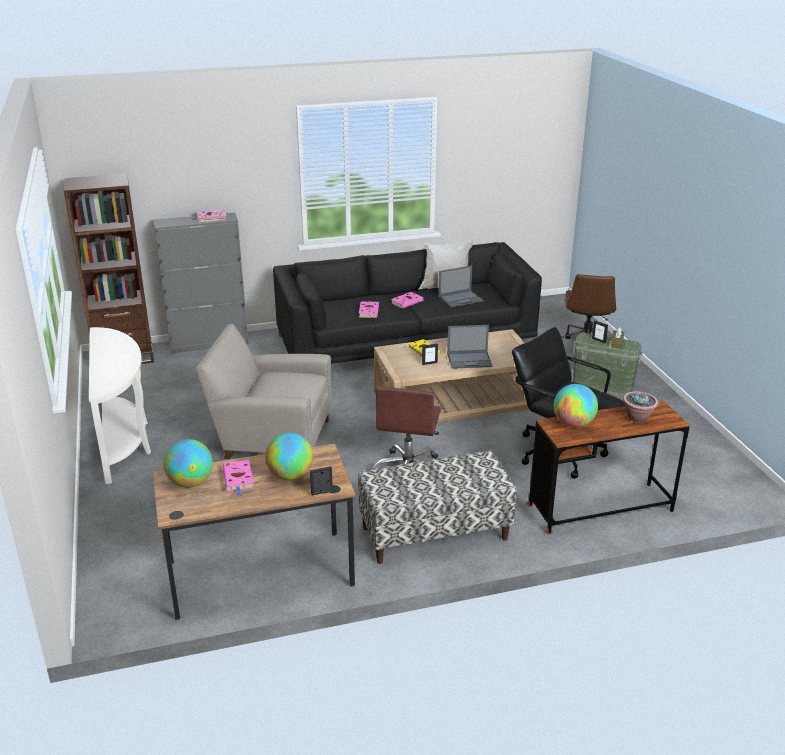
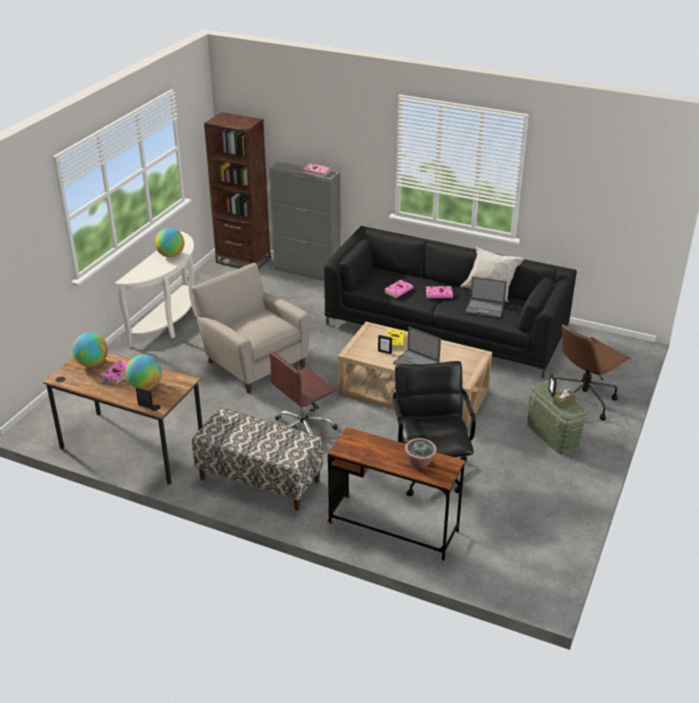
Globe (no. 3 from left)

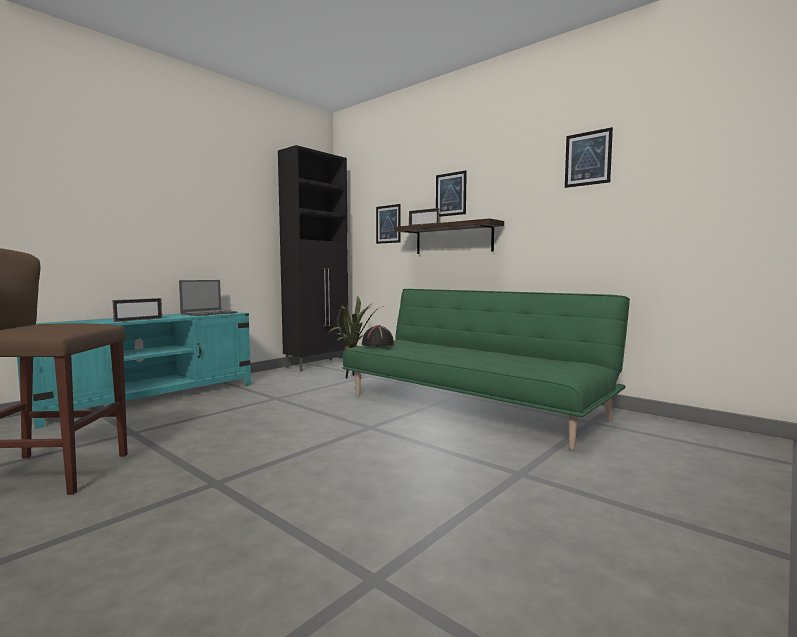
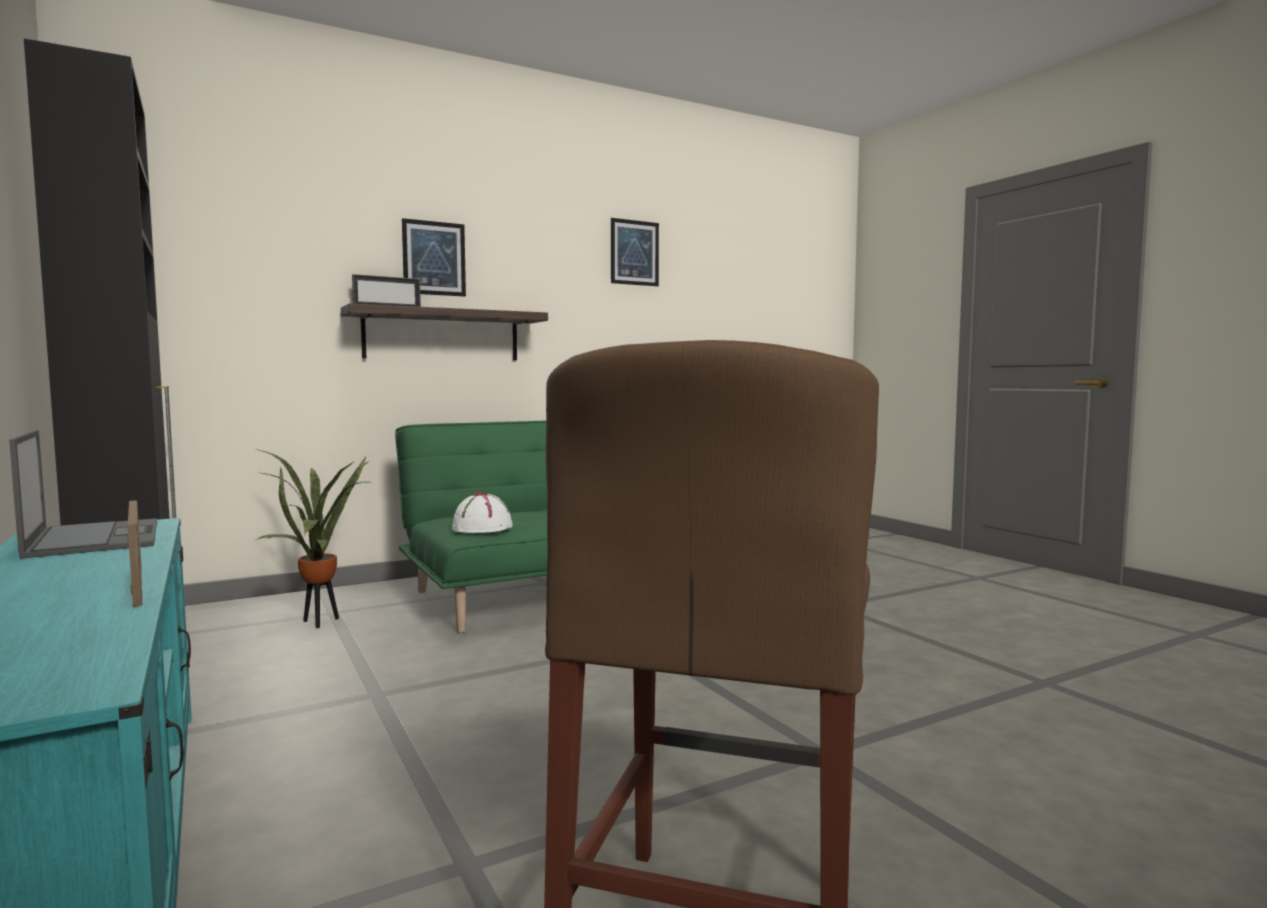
Picture (no. 1 from left in the first image)
WhiteHat

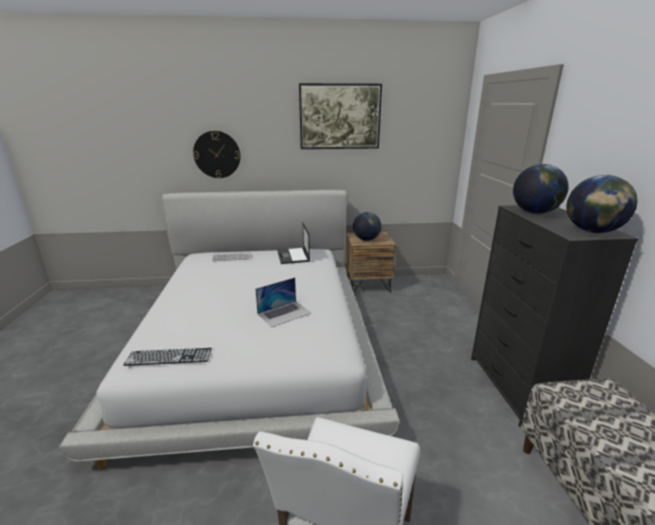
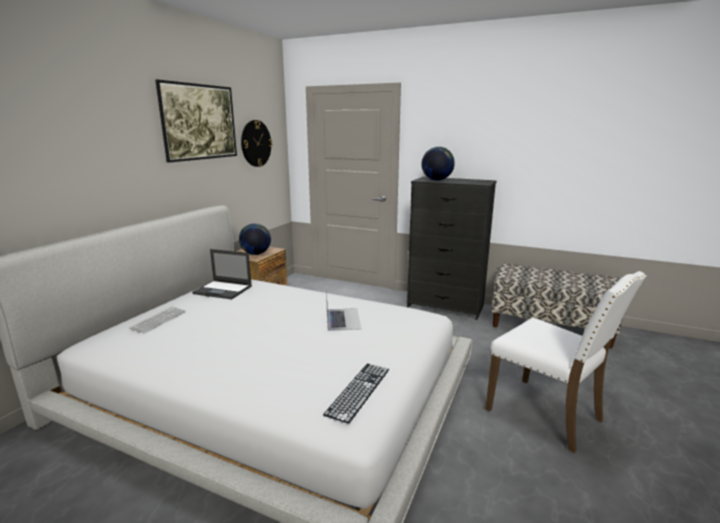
Globe (no. 3 from left in the first image)
WallClock

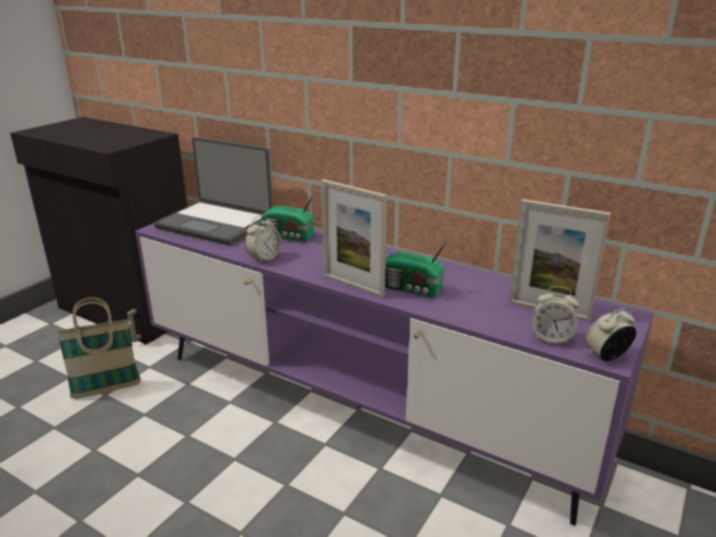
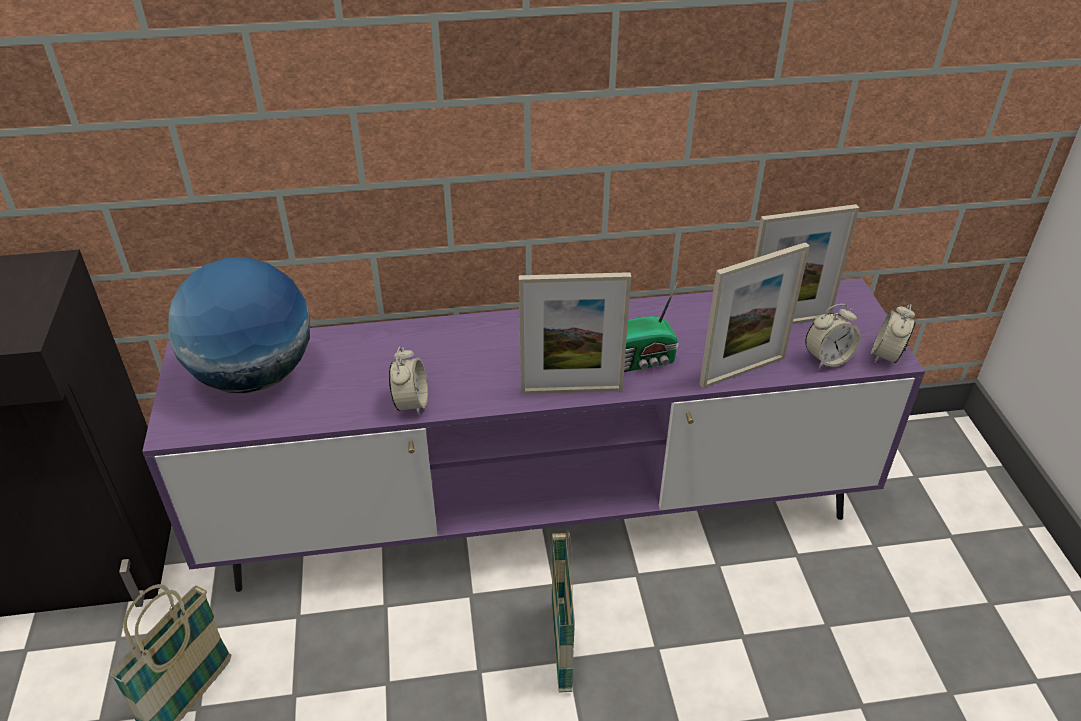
Radio (no. 1 from left in the first image)
Basket (no. 2 from left)
PictureFrame (no. 2 from left)
Globe

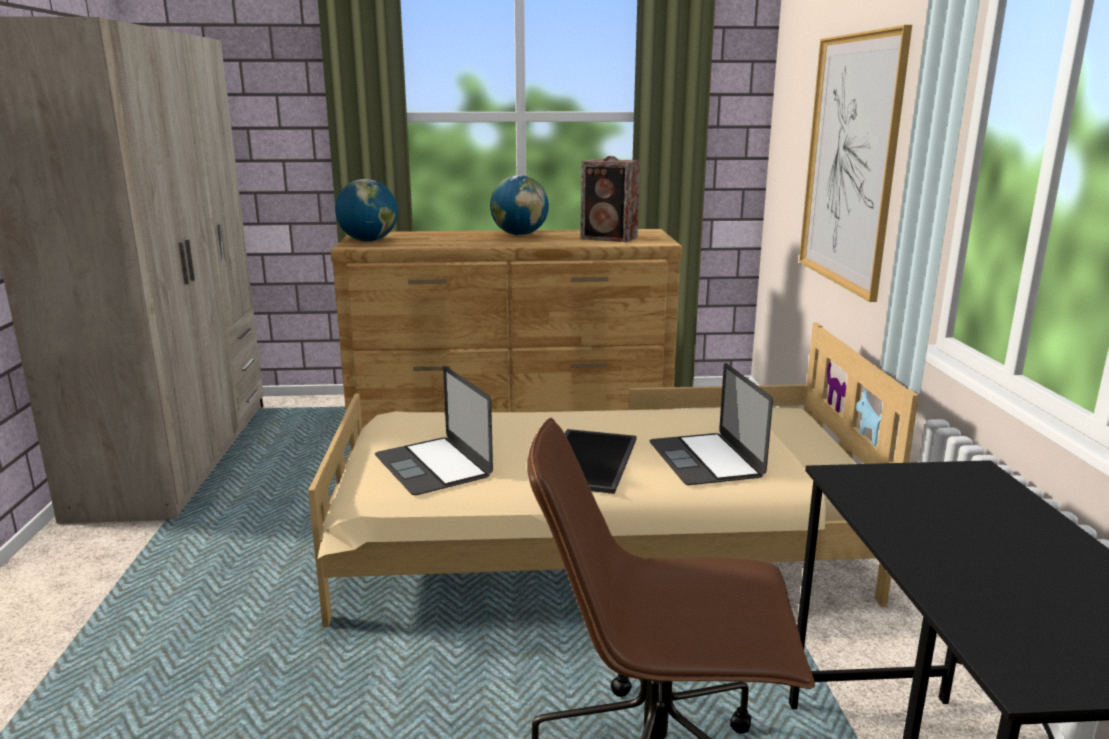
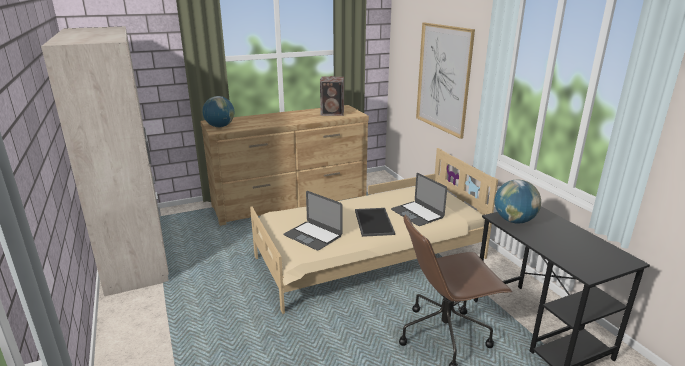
Globe (no. 2 from left)

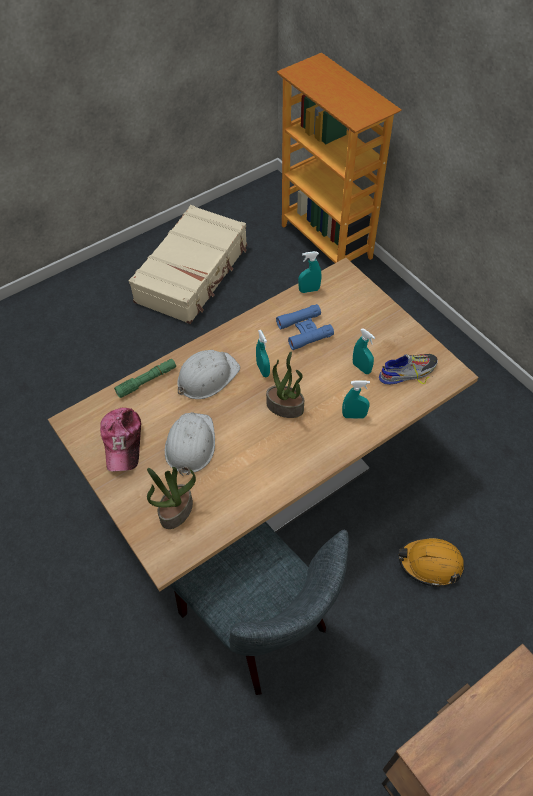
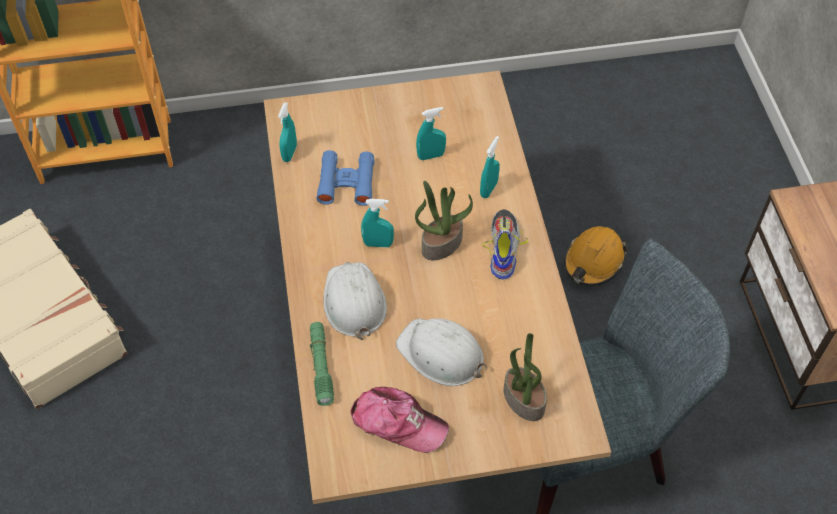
Shoe

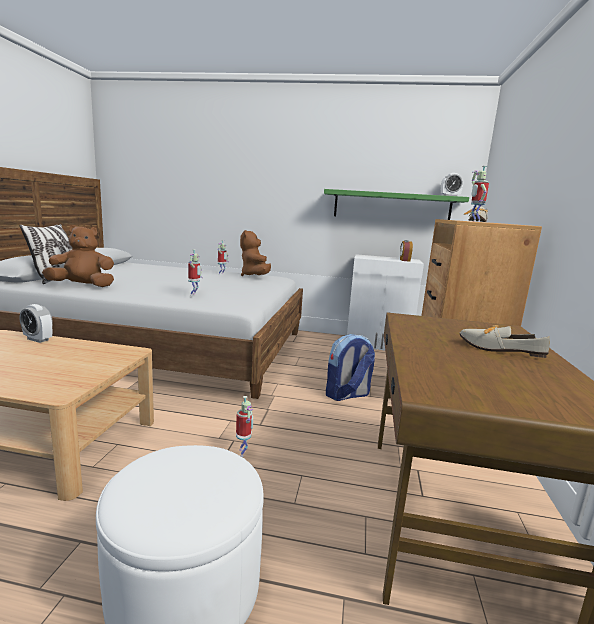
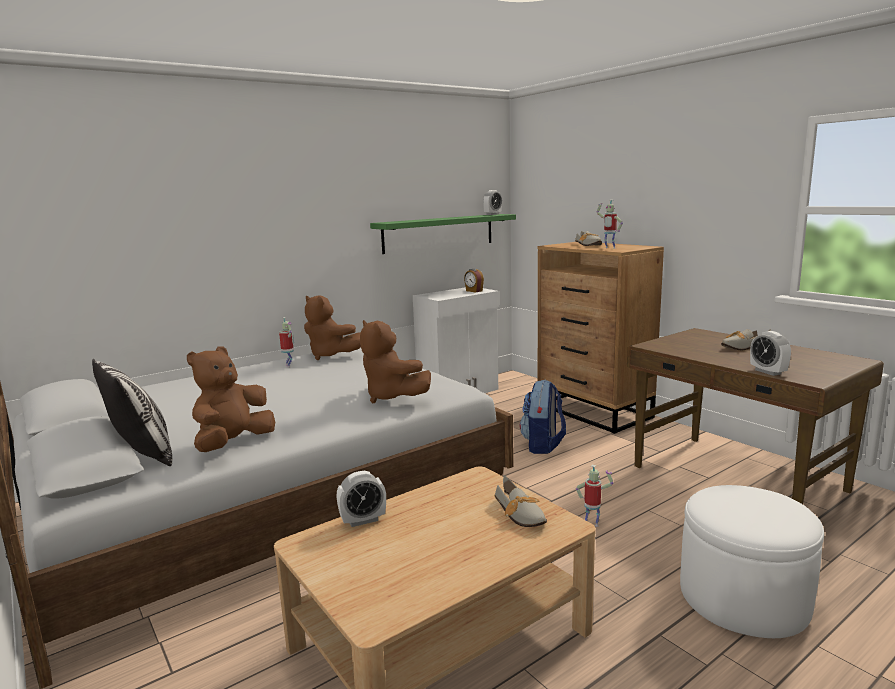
Shoe (no. 1 from left)
AlarmClock (no. 4 from left)
BrownPlushToy (no. 3 from left)

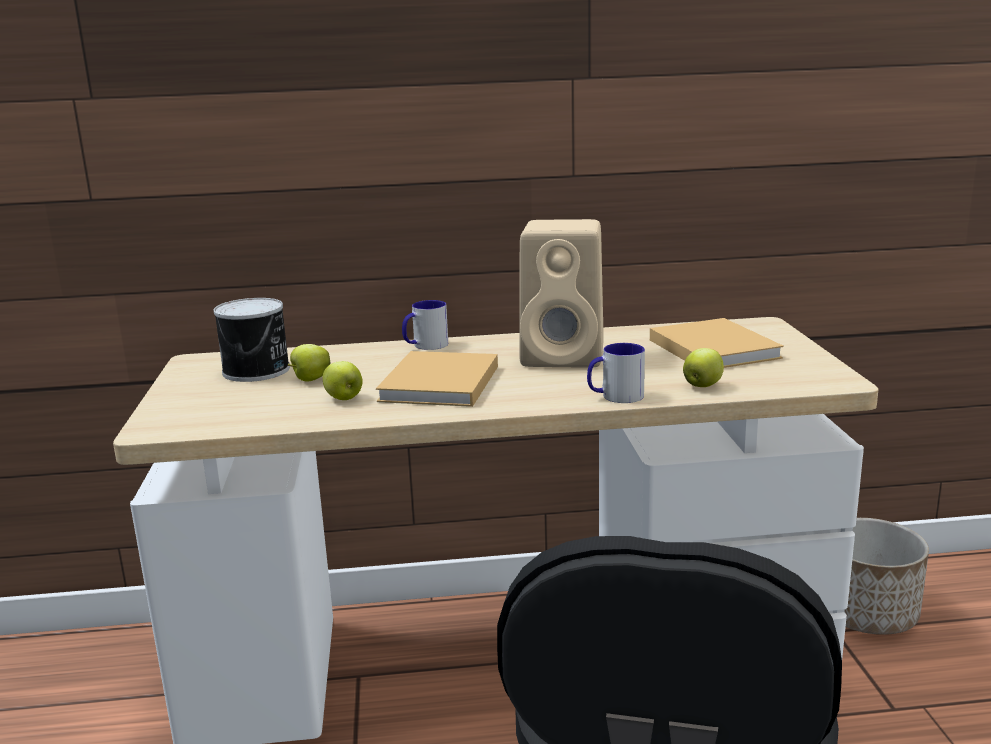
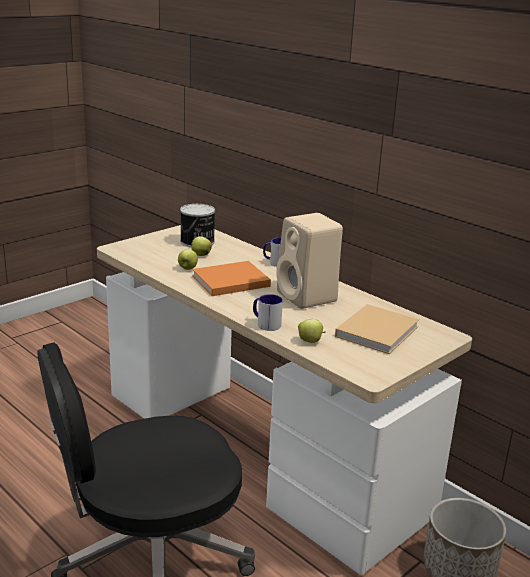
OrangeBook

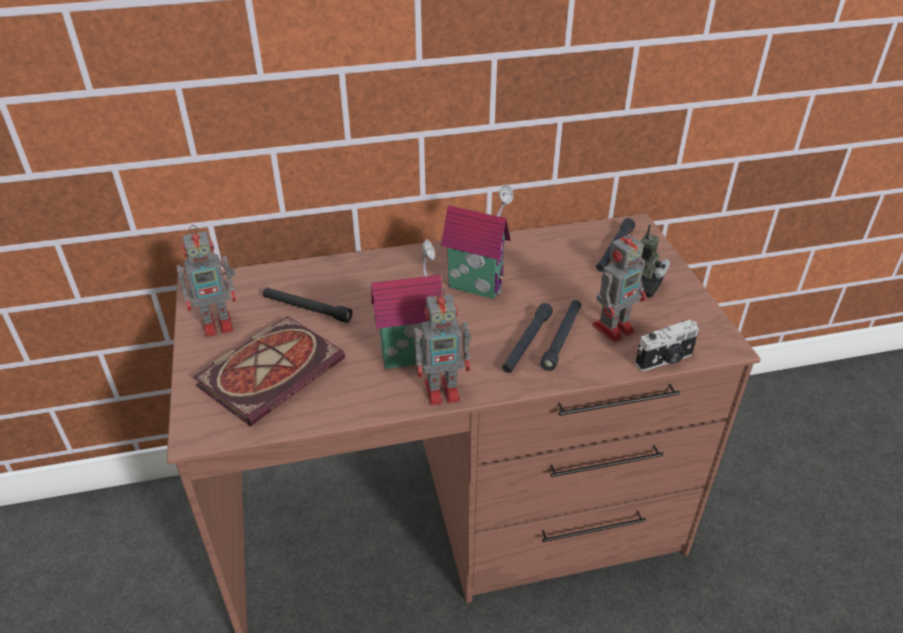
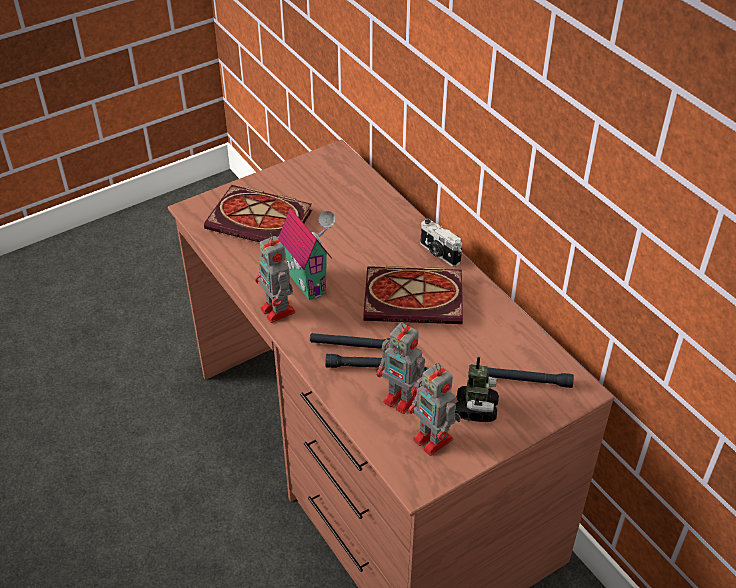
BlackFlashlight (no. 1 from left in the first image)
ToyRobot (no. 3 from left)
PhotoCamera
Book (no. 2 from left)

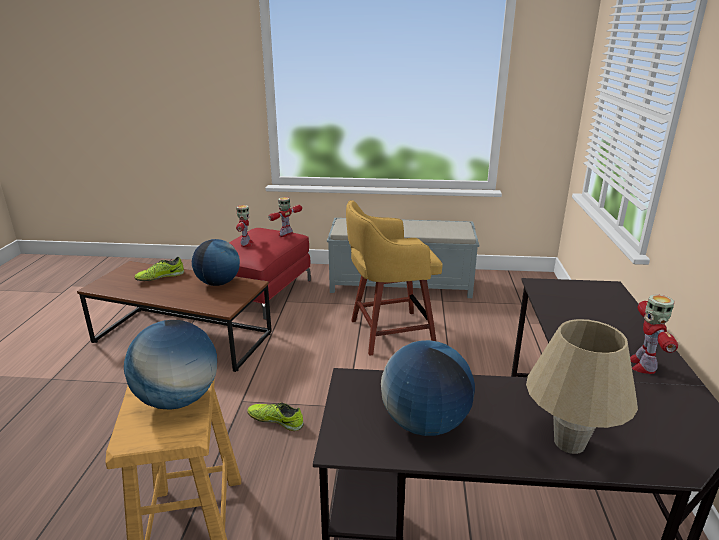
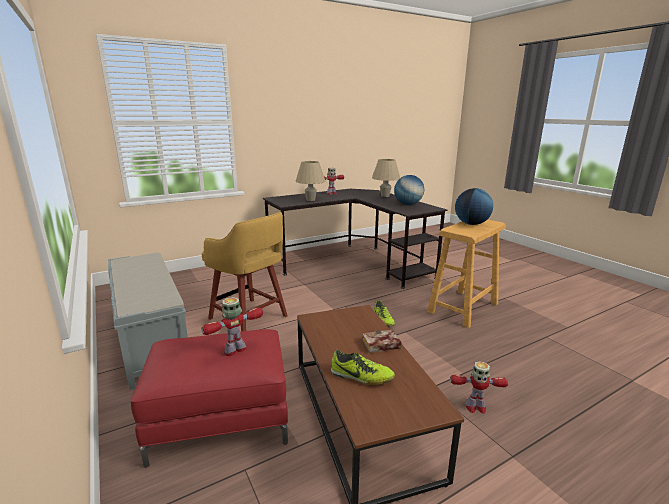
Globe (no. 2 from left in the first image)
BeigeTableLamp (no. 1 from left)
Book
ToyRobot (no. 3 from left)

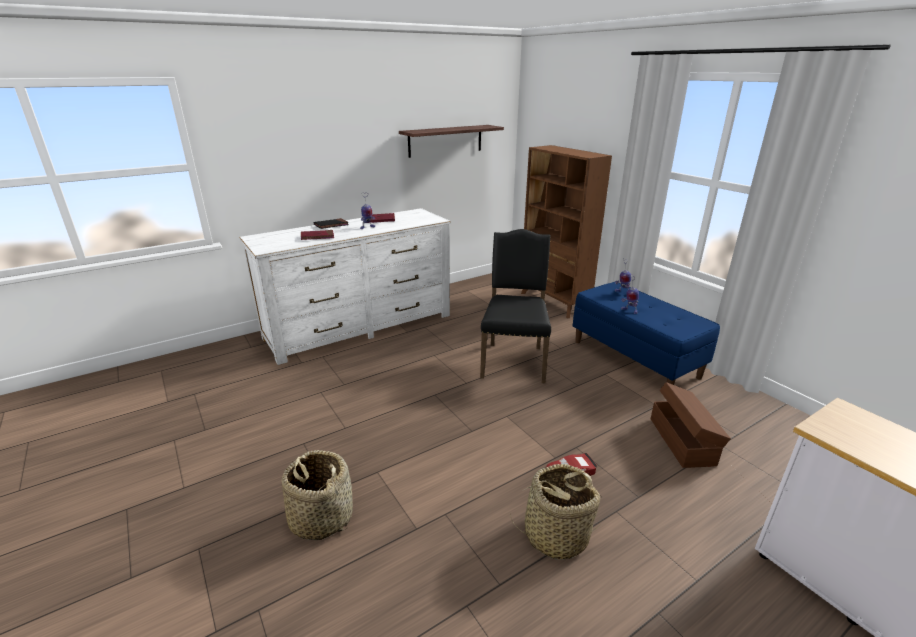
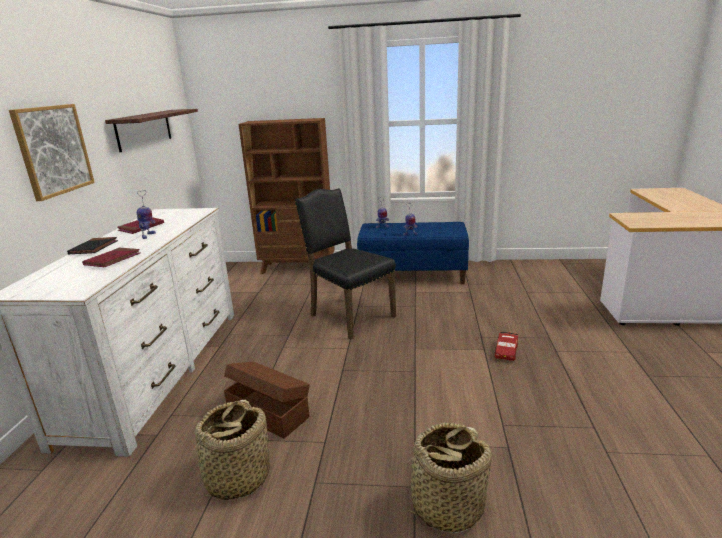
Picture
Basket (no. 1 from left)
BrownStorageBox

